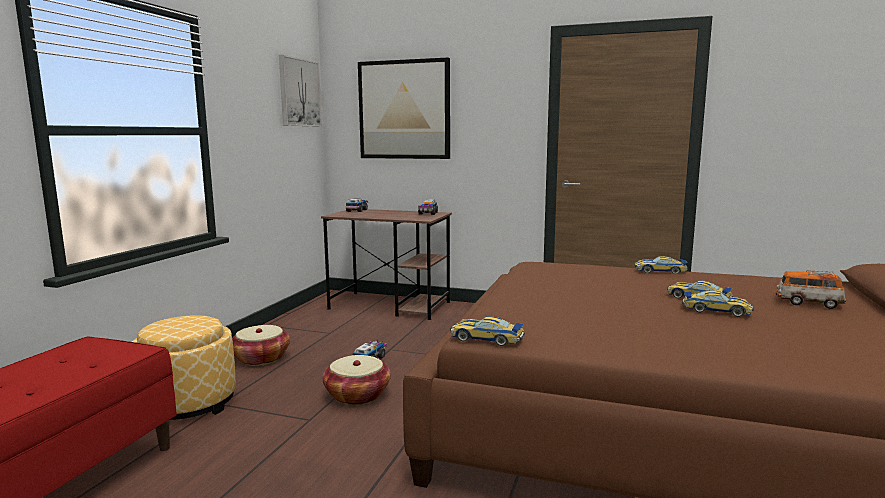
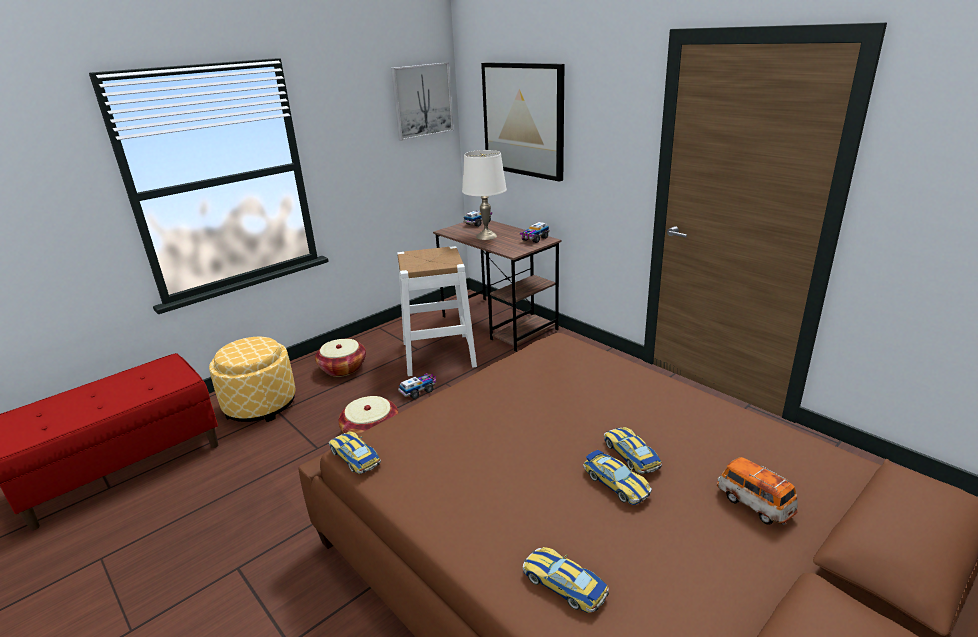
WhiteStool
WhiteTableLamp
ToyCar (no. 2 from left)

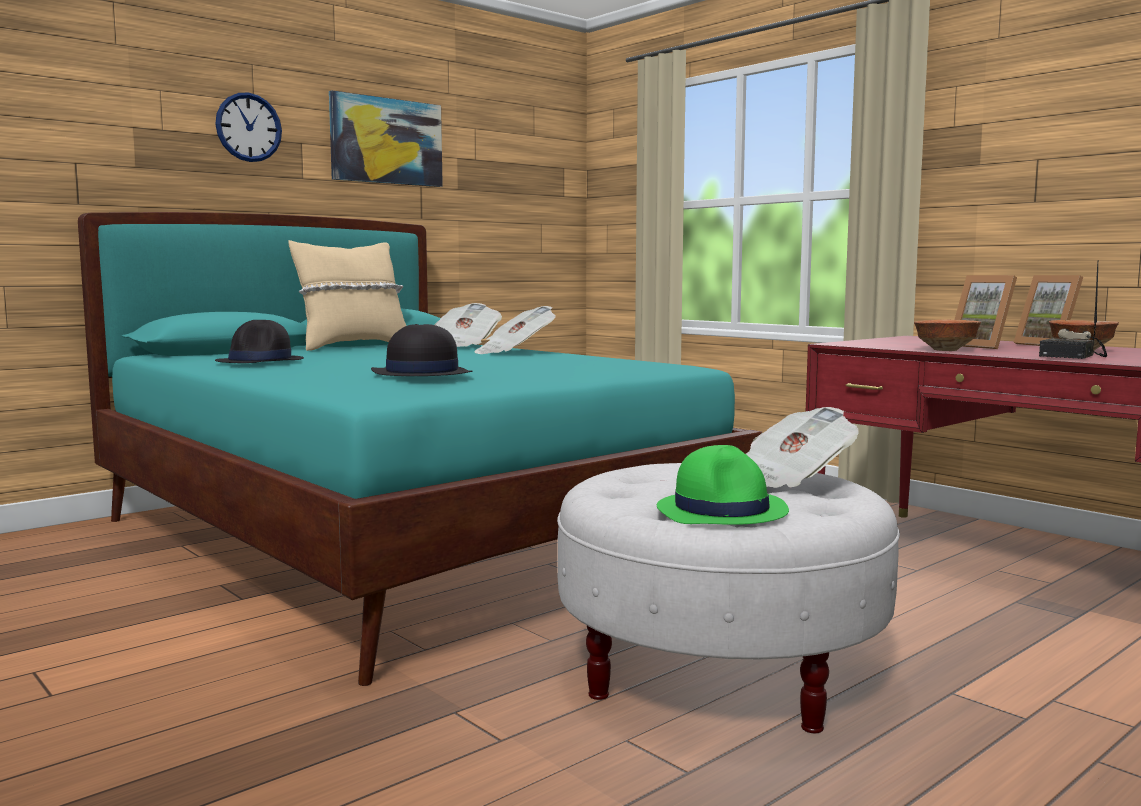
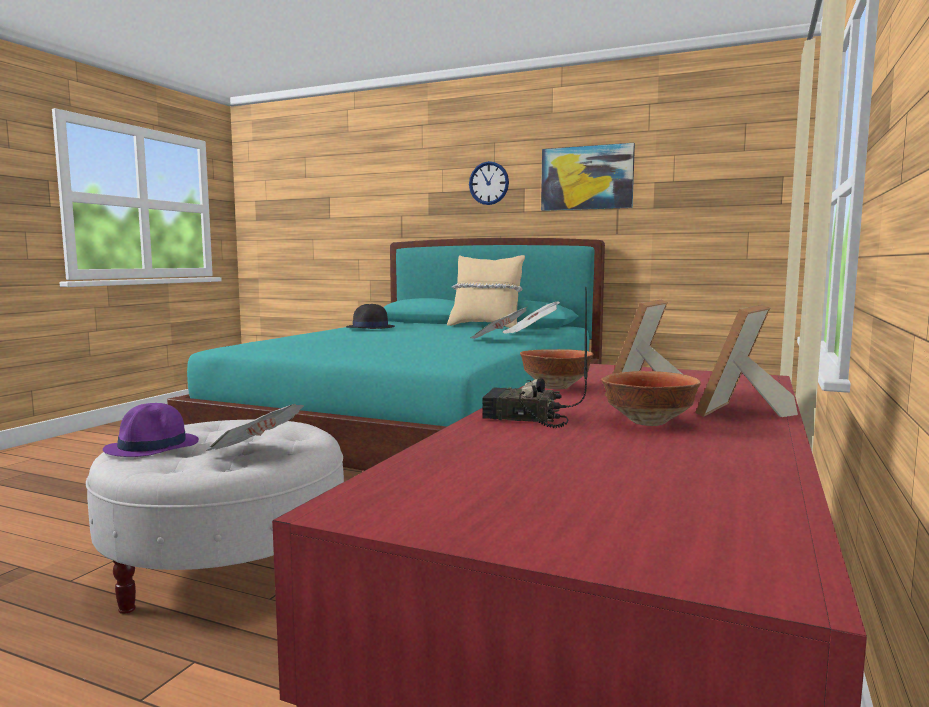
BlackHat (no. 2 from left in the first image)
PurpleHat

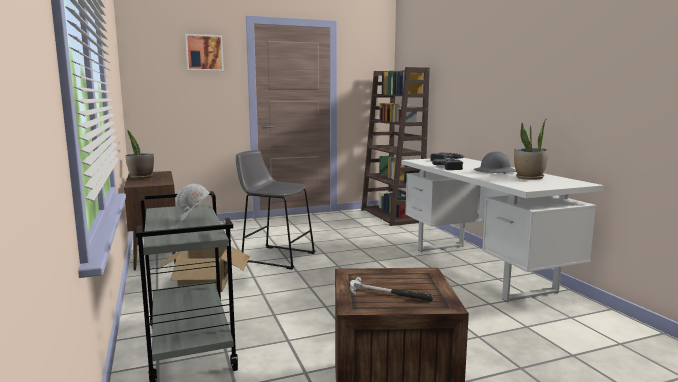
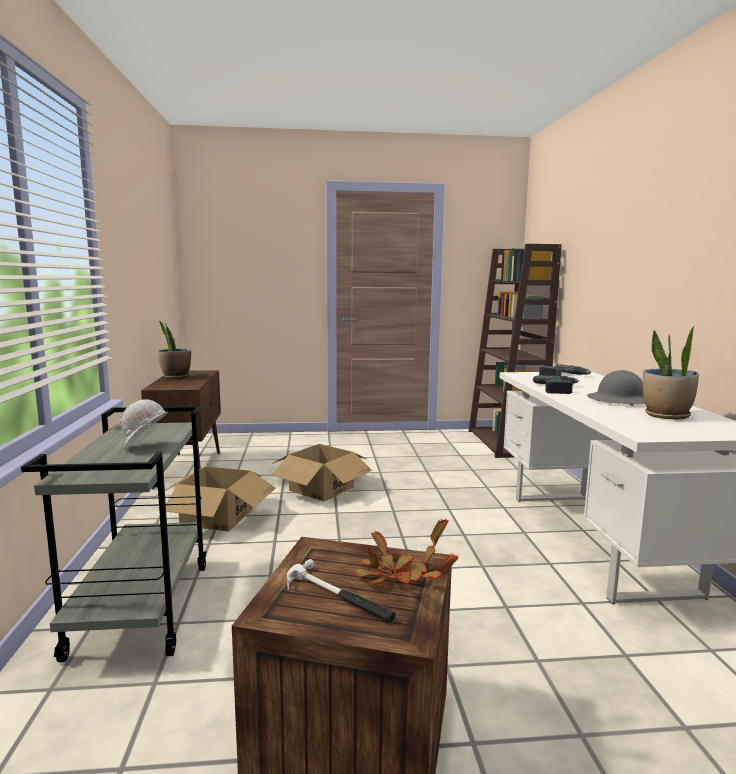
Picture
PottedPlant (no. 2 from left)
CardboardBox (no. 2 from left)

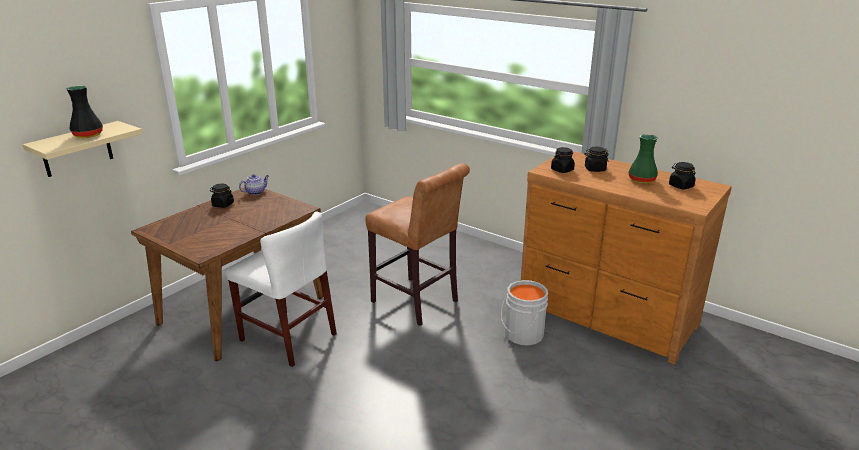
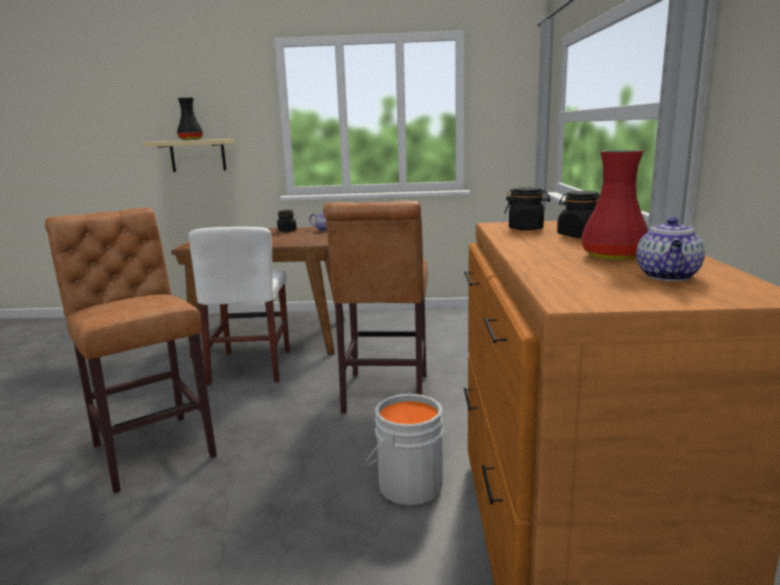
BrownStool (no. 1 from left)
Teapot (no. 2 from left)
RedVase

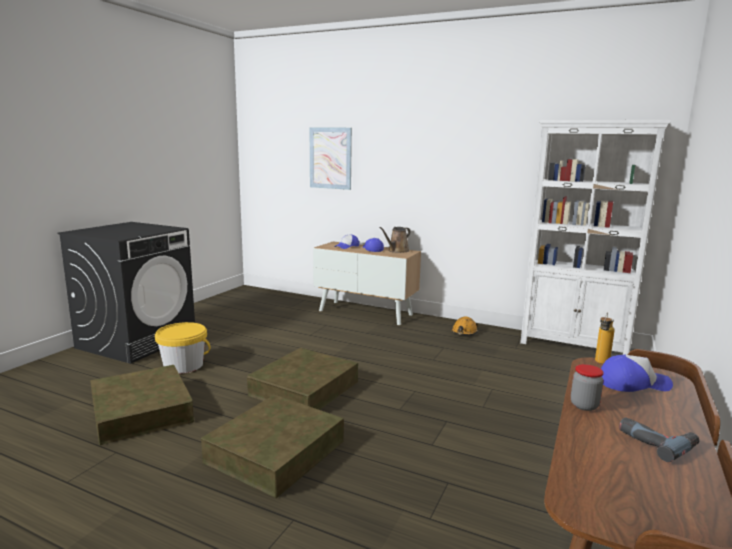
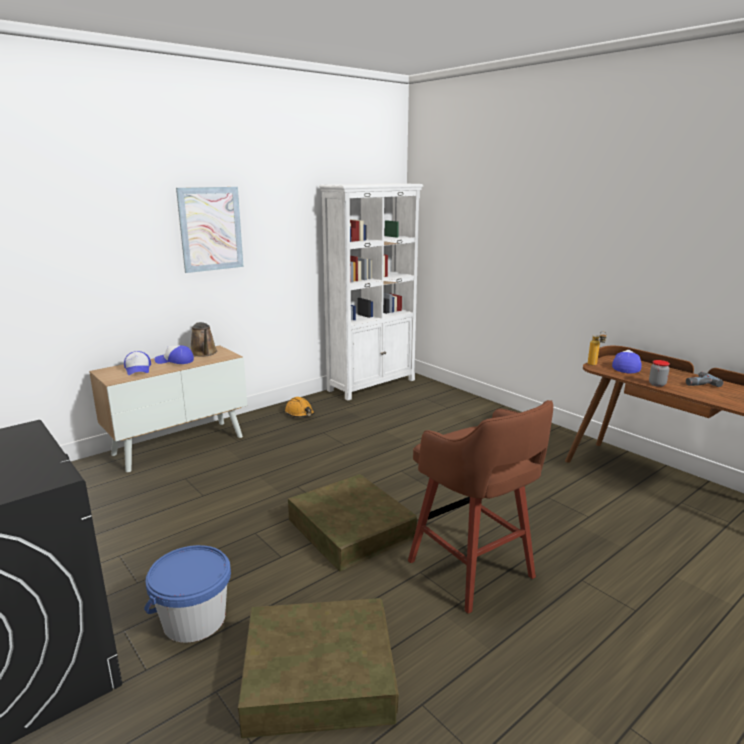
Picture
BrownStool
BlueBucket

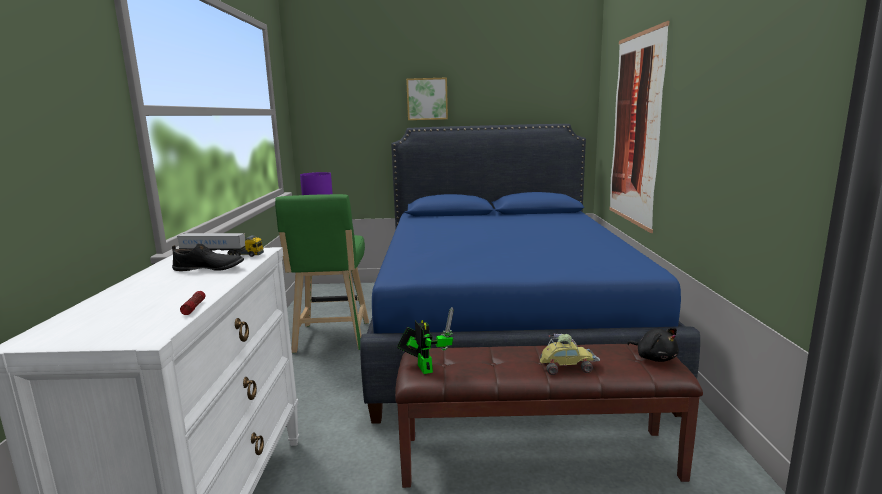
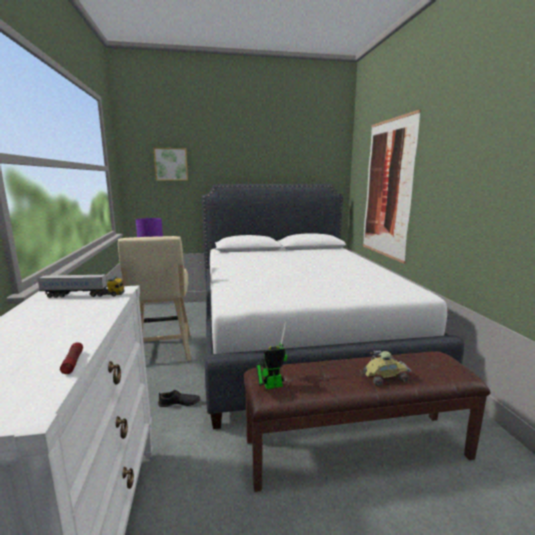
BlackPlushToy
BlackShoe
Picture (no. 1 from left)
BeigeStool
WhiteBed
ToyRobot

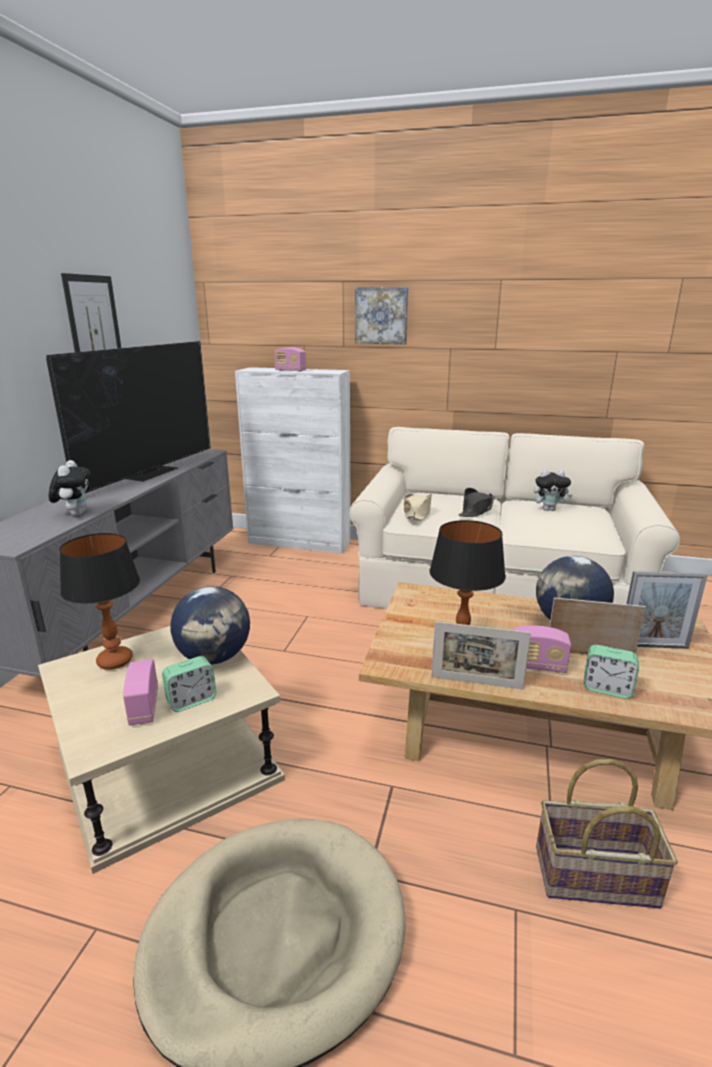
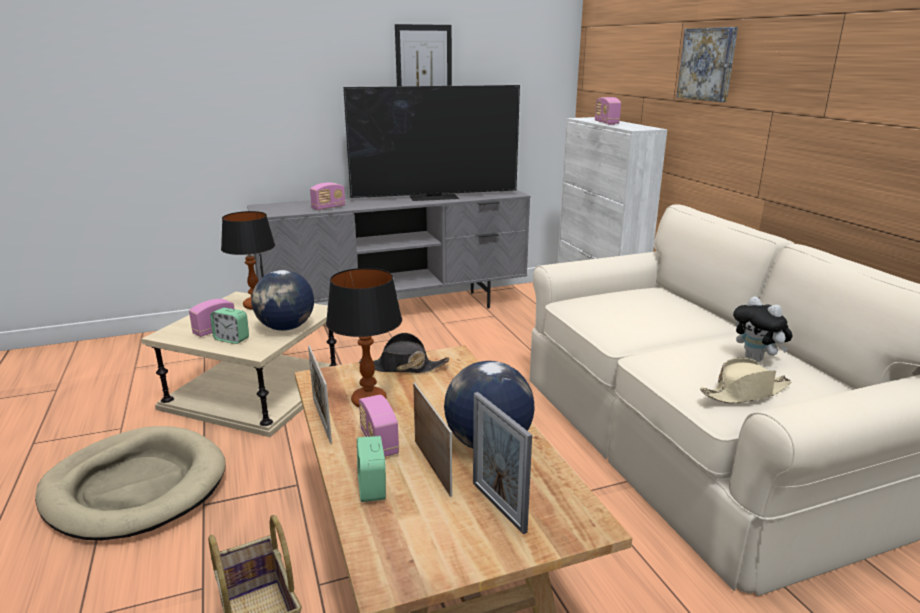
BeigeHat
BlackHat
Radio (no. 2 from left)

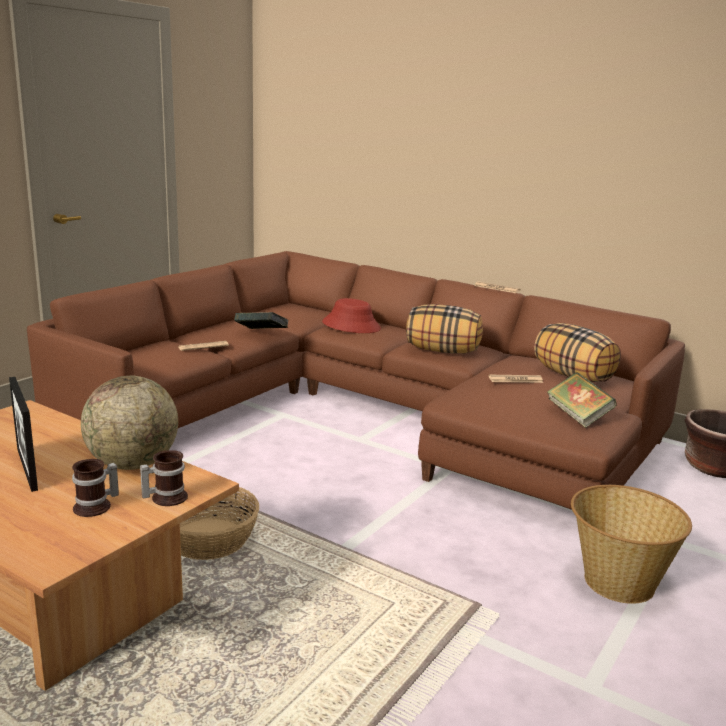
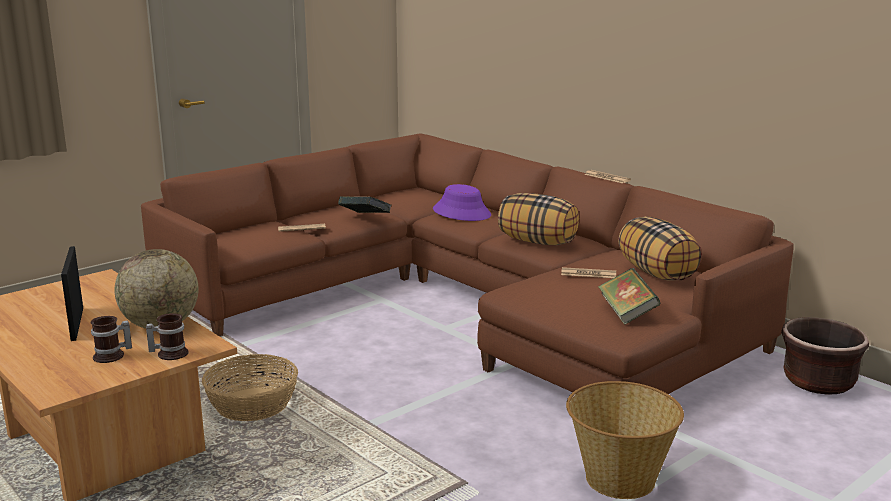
PurpleHat

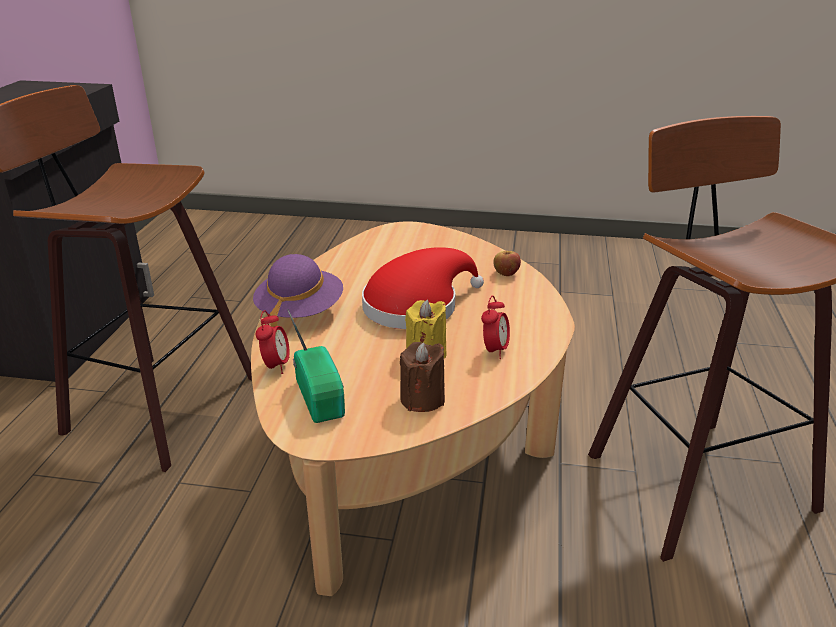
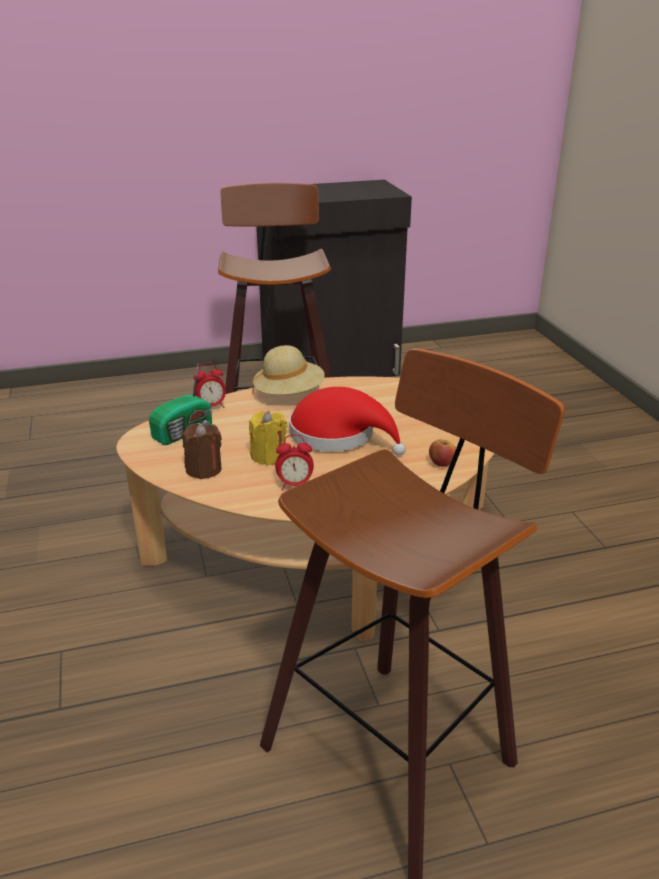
BeigeHat

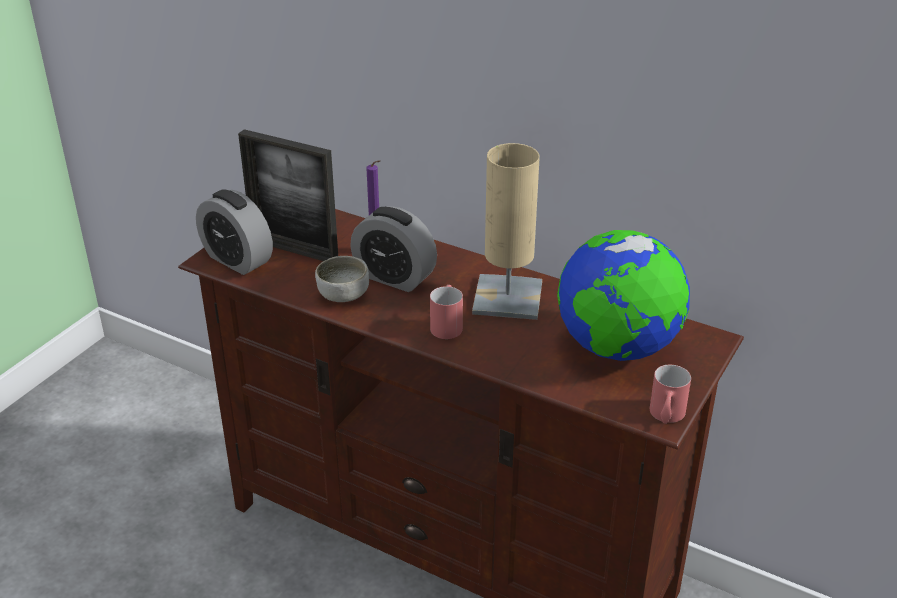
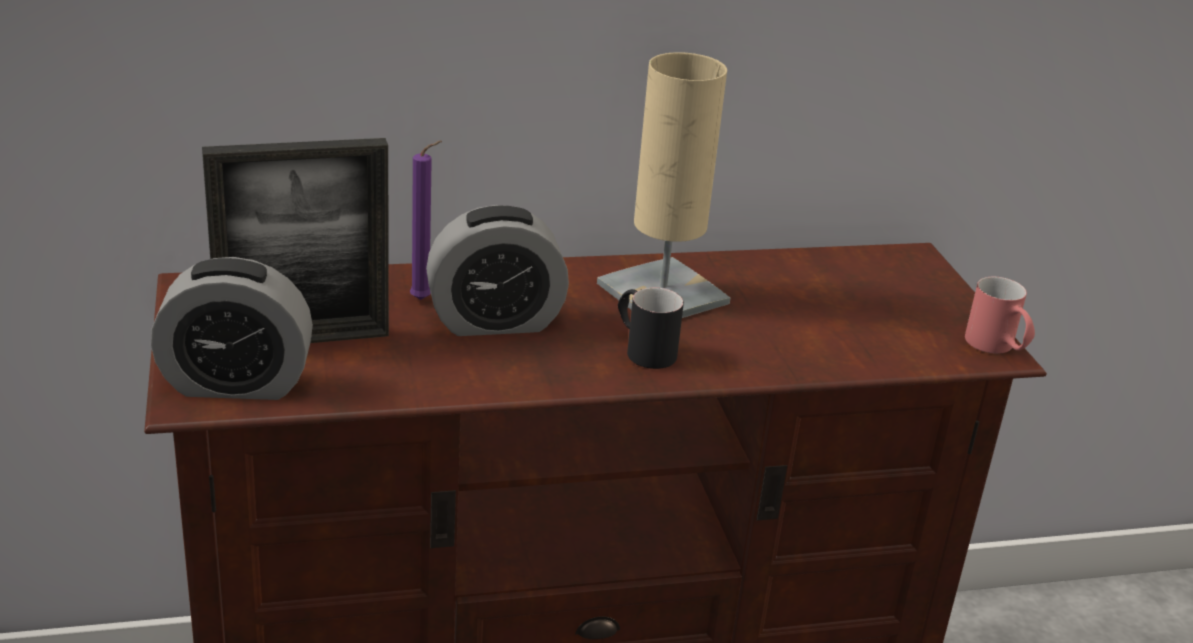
Bowl
Globe
BlackMug

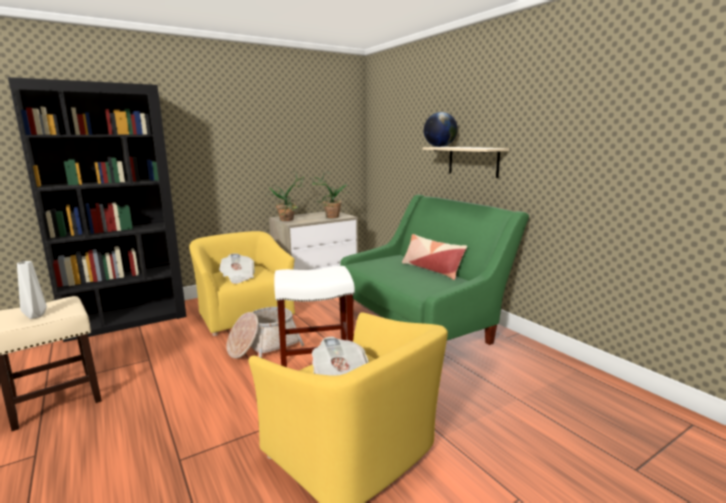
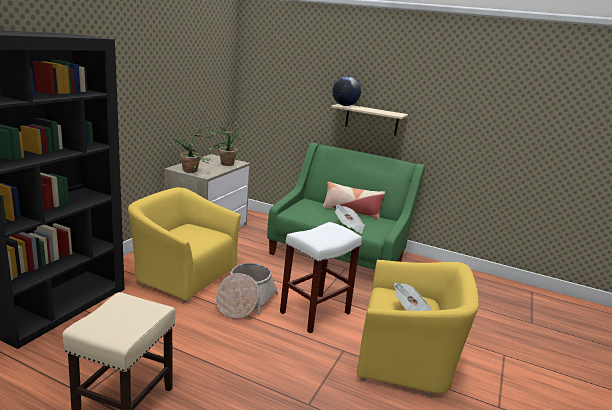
GreyVase
Newspaper (no. 1 from left)

